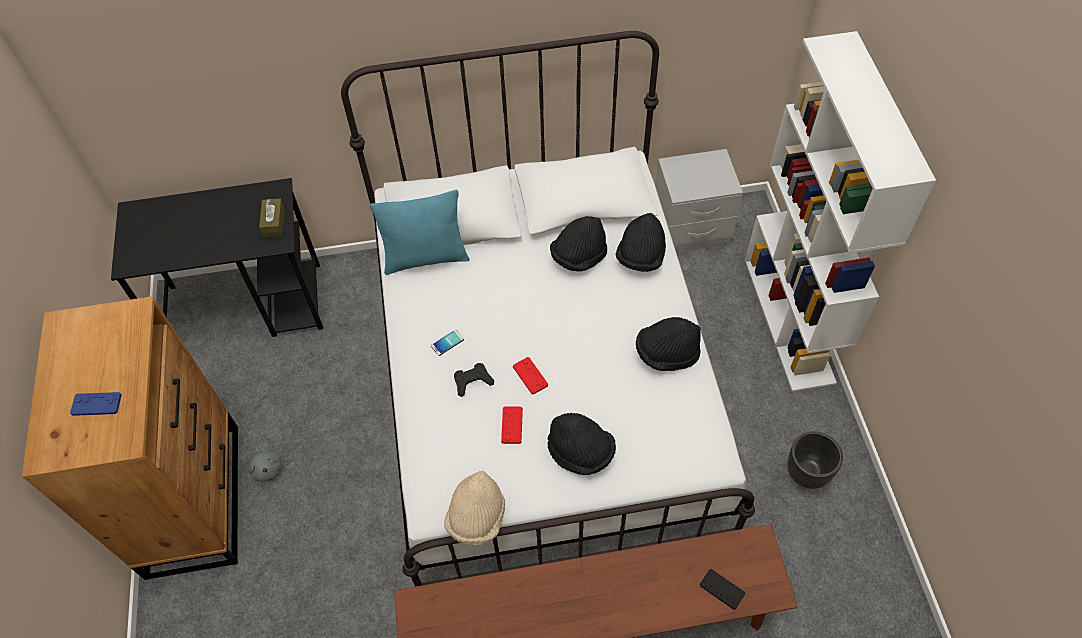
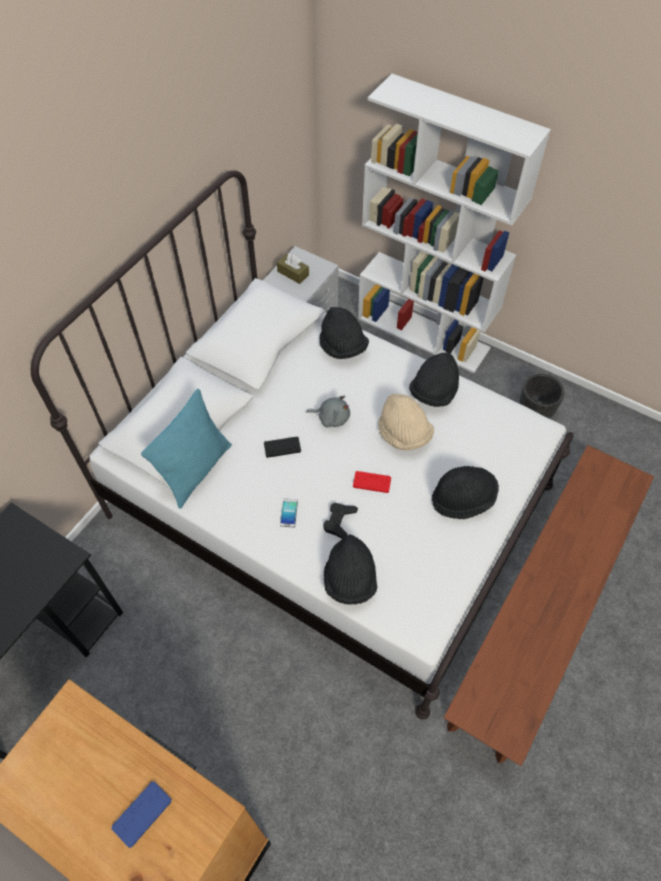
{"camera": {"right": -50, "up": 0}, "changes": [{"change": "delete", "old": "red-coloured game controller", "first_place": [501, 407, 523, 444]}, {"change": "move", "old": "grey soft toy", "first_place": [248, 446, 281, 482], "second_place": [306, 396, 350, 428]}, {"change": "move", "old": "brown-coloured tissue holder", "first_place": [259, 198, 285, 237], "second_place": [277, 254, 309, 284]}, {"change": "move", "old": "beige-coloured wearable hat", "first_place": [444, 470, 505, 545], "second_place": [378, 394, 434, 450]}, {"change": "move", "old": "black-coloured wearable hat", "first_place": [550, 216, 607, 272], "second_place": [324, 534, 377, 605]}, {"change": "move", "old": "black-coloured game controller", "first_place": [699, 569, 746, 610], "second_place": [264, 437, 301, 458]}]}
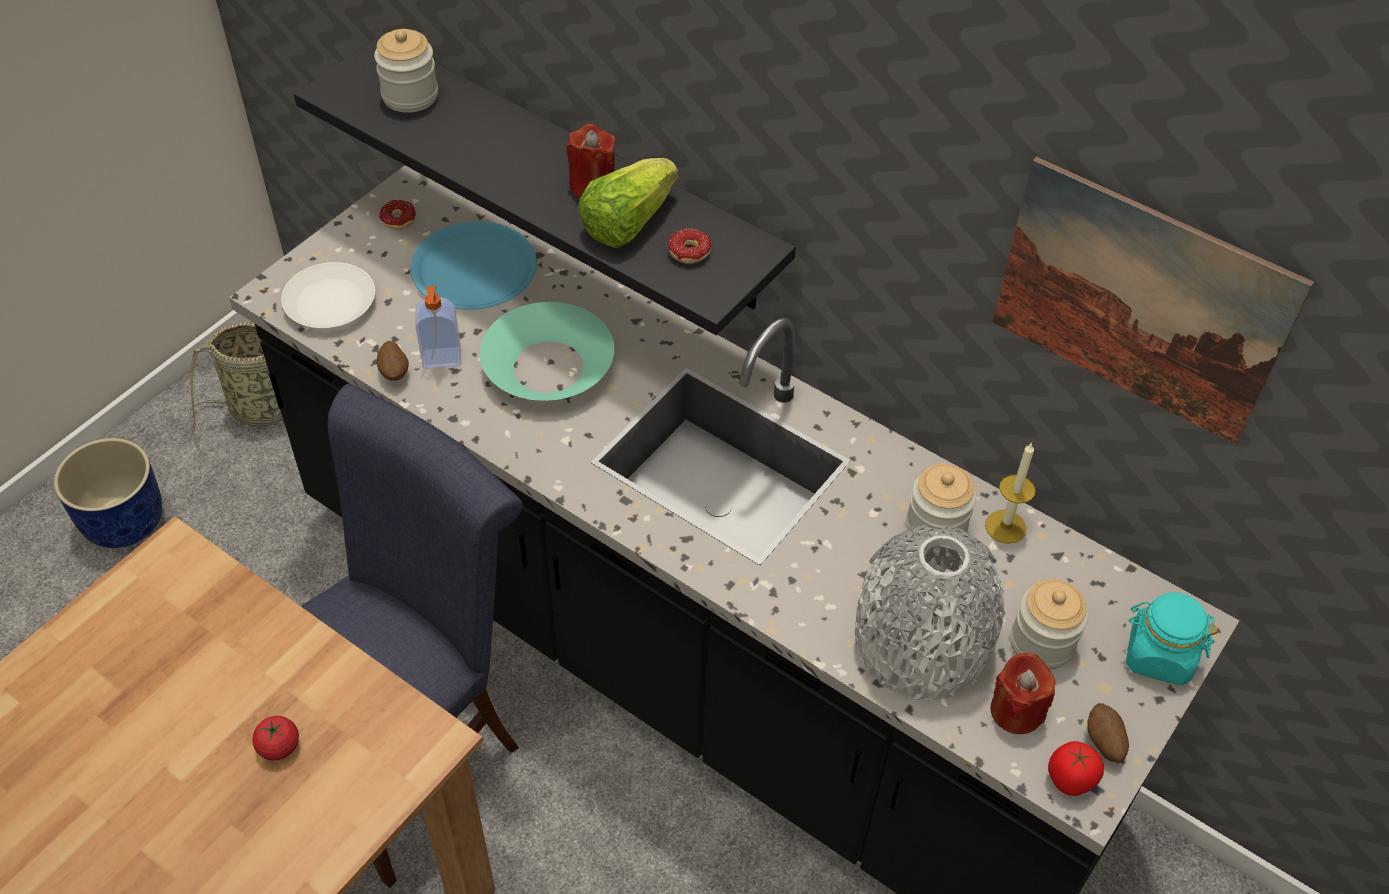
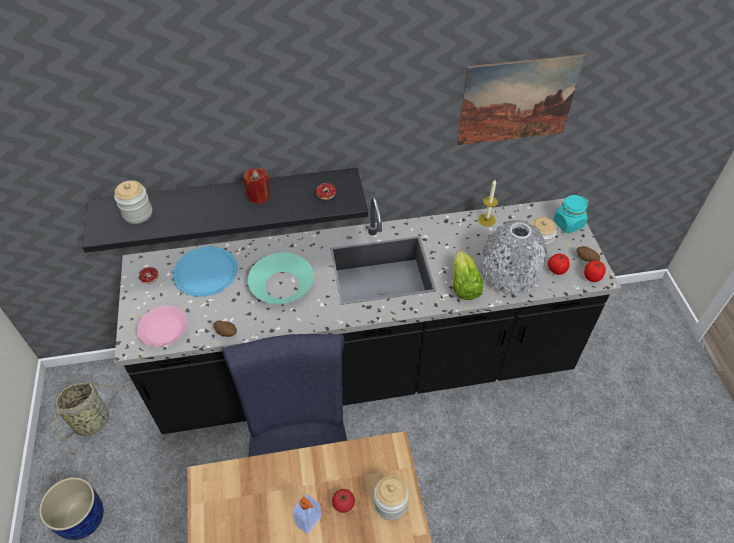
{"camera": {"right": -45, "up": 0}, "changes": [{"change": "move", "old": "soap dispenser", "first_place": [416, 286, 461, 369], "second_place": [293, 494, 322, 534]}, {"change": "move", "old": "lettuce", "first_place": [578, 158, 678, 248], "second_place": [452, 251, 483, 300]}, {"change": "move", "old": "jar", "first_place": [906, 464, 977, 551], "second_place": [374, 476, 409, 520]}, {"change": "replace", "old": "red-coloured wax light", "new": "tomato", "first_place": [991, 653, 1055, 734], "second_place": [548, 253, 570, 275]}, {"change": "recolor", "old": "white-coloured flat dish", "new": "pink-coloured flat dish", "first_place": [281, 262, 375, 328], "second_place": [137, 306, 188, 347]}]}
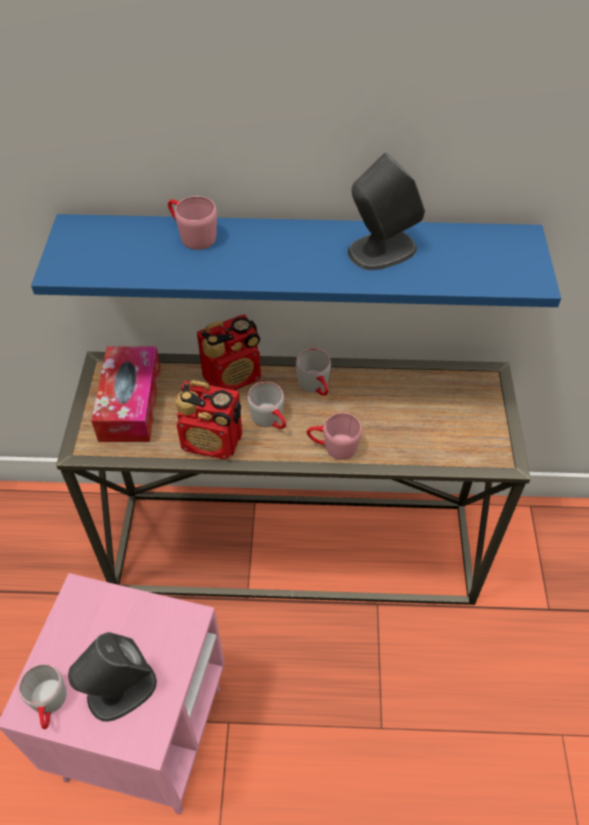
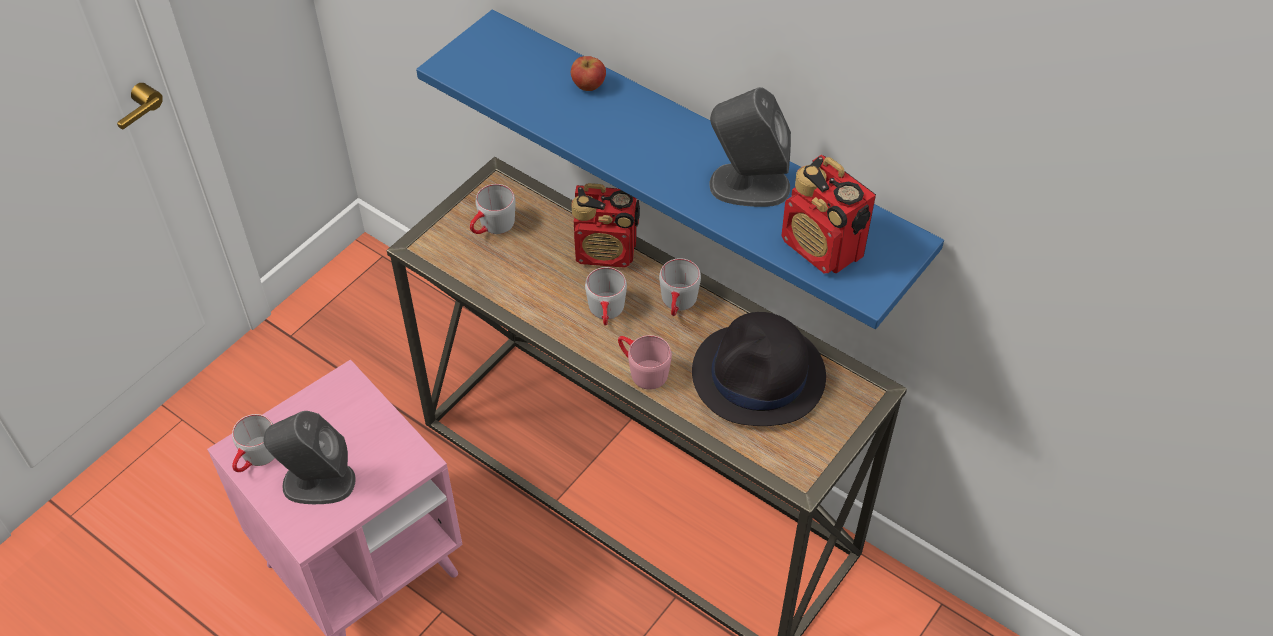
{"camera": {"right": 35, "up": 0}, "changes": [{"change": "insert", "new": "black-coloured wearable hat", "second_place": [692, 312, 826, 426]}, {"change": "move", "old": "radio receiver", "first_place": [175, 380, 242, 460], "second_place": [781, 155, 876, 273]}, {"change": "replace", "old": "tissue holder", "new": "grey coffee mug", "first_place": [91, 346, 161, 442], "second_place": [470, 184, 516, 234]}, {"change": "replace", "old": "pink-coloured coffee mug", "new": "apple", "first_place": [168, 196, 217, 250], "second_place": [571, 56, 606, 91]}]}
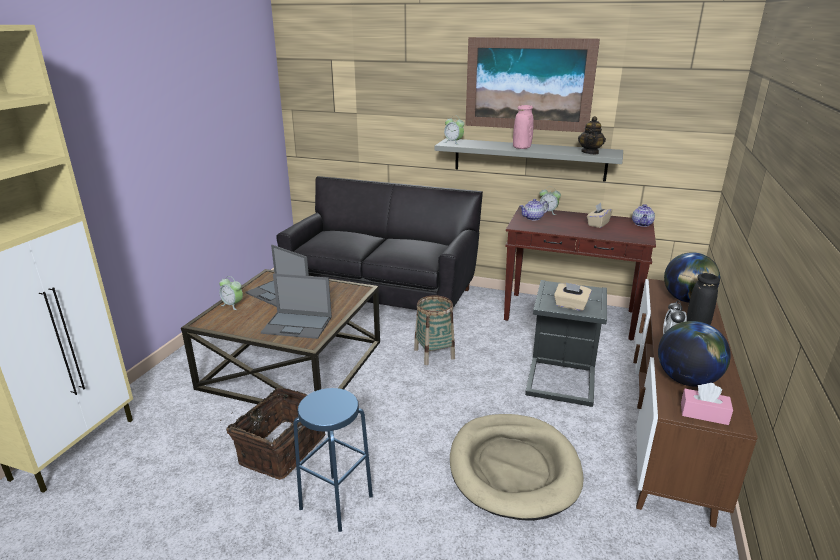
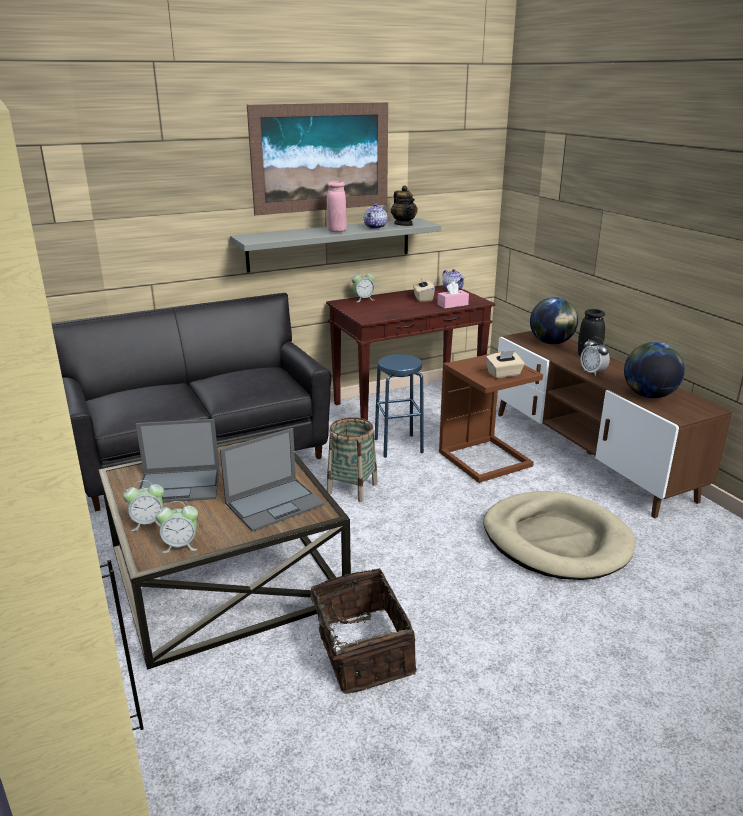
{"camera": {"right": -45, "up": 0}, "changes": [{"change": "move", "old": "blue-coloured stool", "first_place": [293, 388, 373, 532], "second_place": [374, 354, 424, 458]}, {"change": "move", "old": "bedside clock", "first_place": [444, 115, 464, 145], "second_place": [155, 501, 198, 553]}, {"change": "move", "old": "teapot", "first_place": [520, 199, 549, 221], "second_place": [364, 203, 387, 229]}, {"change": "move", "old": "pink-coloured tissue holder", "first_place": [681, 383, 733, 425], "second_place": [437, 281, 469, 309]}, {"change": "recolor", "old": "grey side table", "new": "brown-coloured side table", "first_place": [525, 280, 607, 407], "second_place": [439, 352, 543, 483]}]}
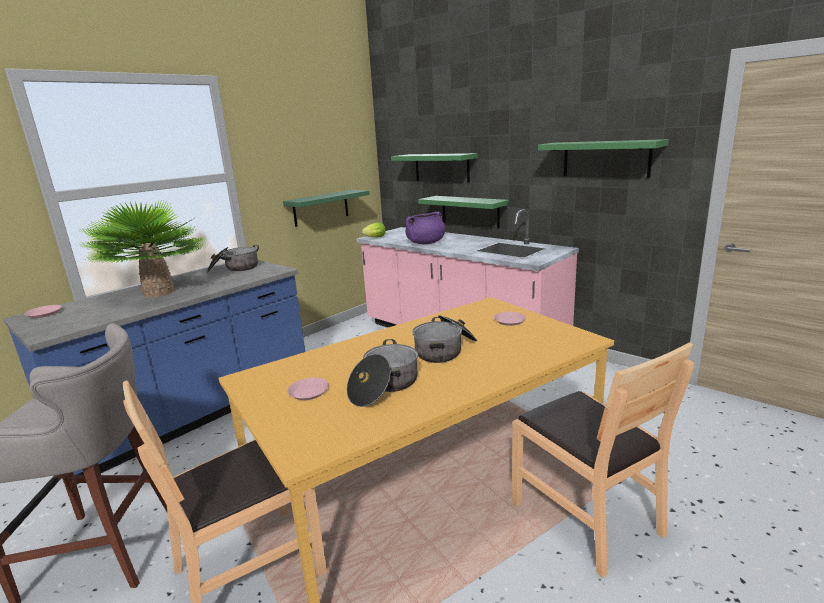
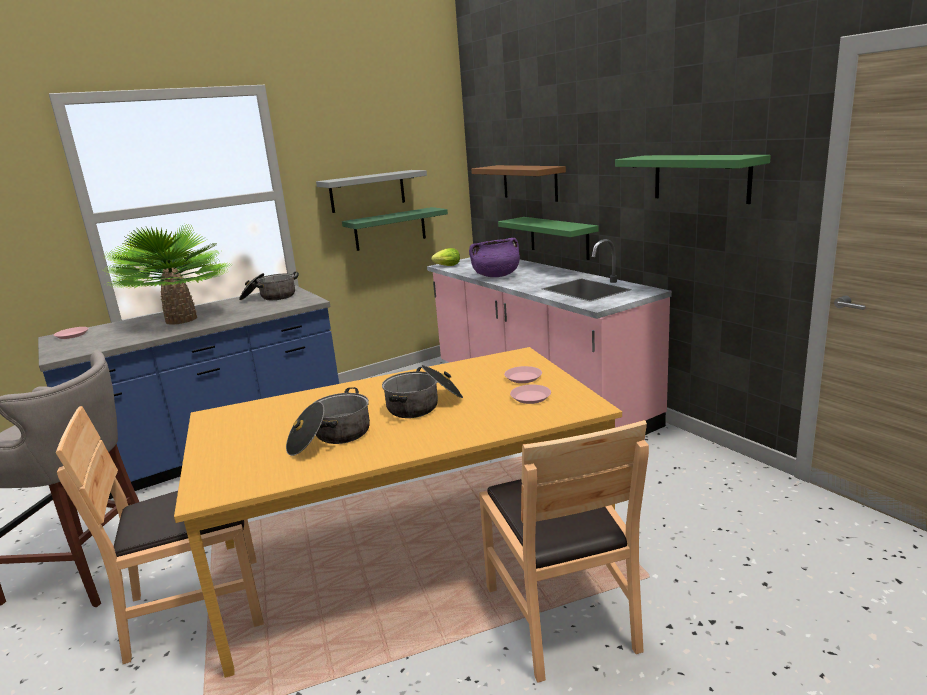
{"camera": {"right": 15, "up": 0}, "changes": [{"change": "insert", "new": "grey shelf", "second_place": [316, 170, 427, 213]}, {"change": "move", "old": "pink-coloured flat dish", "first_place": [287, 378, 329, 400], "second_place": [510, 385, 551, 404]}, {"change": "recolor", "old": "greenish shelf", "new": "brown-coloured shelf", "first_place": [391, 153, 478, 182], "second_place": [471, 165, 566, 202]}]}
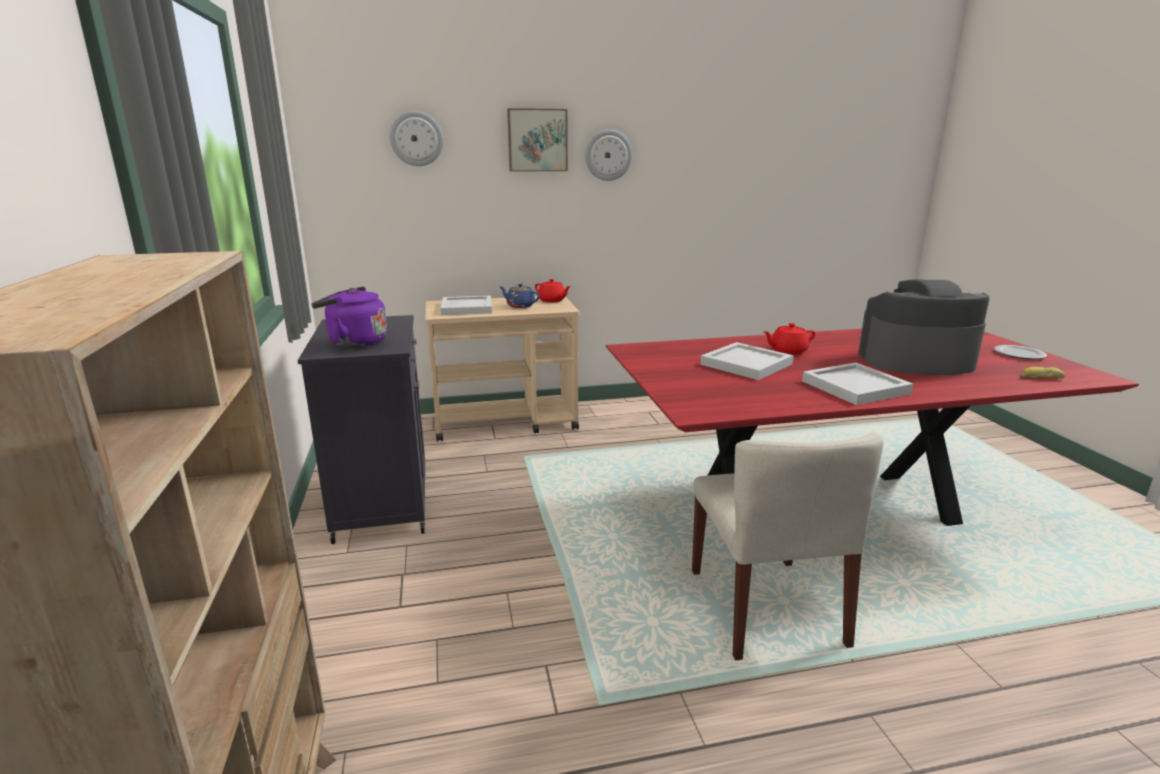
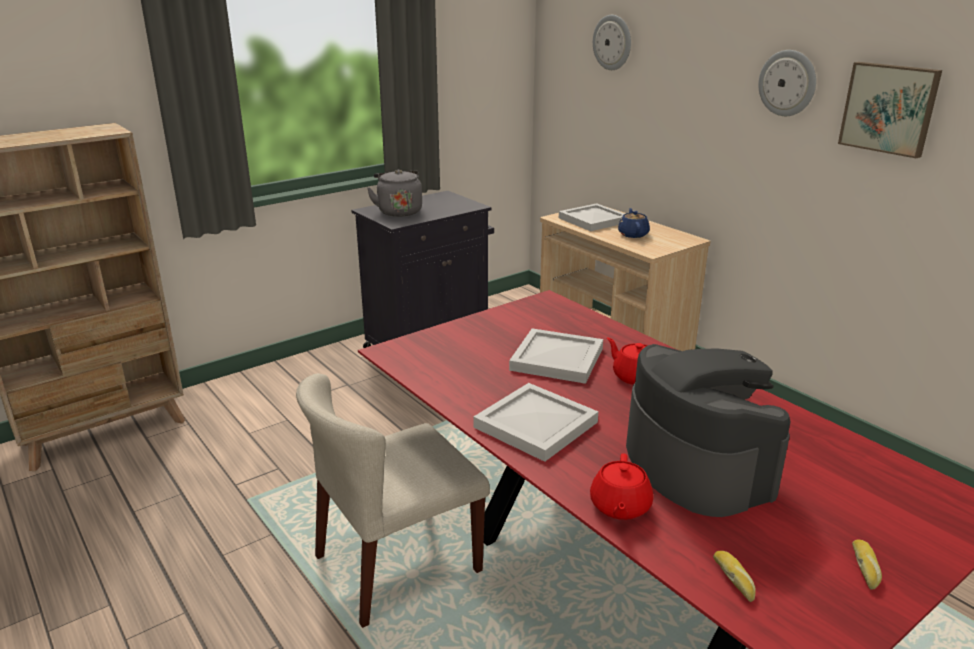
{"camera": {"right": 65, "up": 5}, "changes": [{"change": "move", "old": "picture", "first_place": [507, 108, 568, 172], "second_place": [838, 62, 942, 158]}, {"change": "move", "old": "red-coloured teapot", "first_place": [535, 279, 571, 303], "second_place": [590, 453, 653, 520]}, {"change": "replace", "old": "flat dish", "new": "bread", "first_place": [994, 345, 1047, 359], "second_place": [852, 539, 882, 590]}, {"change": "recolor", "old": "purplish water kettle", "new": "grey water kettle", "first_place": [311, 287, 387, 348], "second_place": [367, 169, 422, 217]}]}
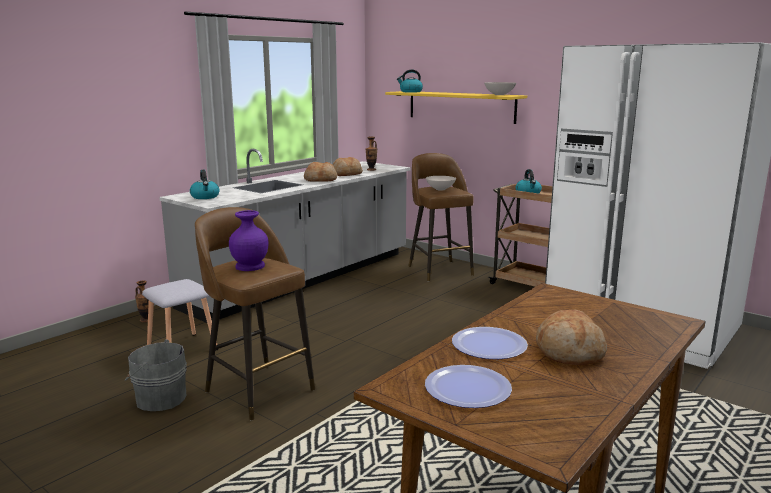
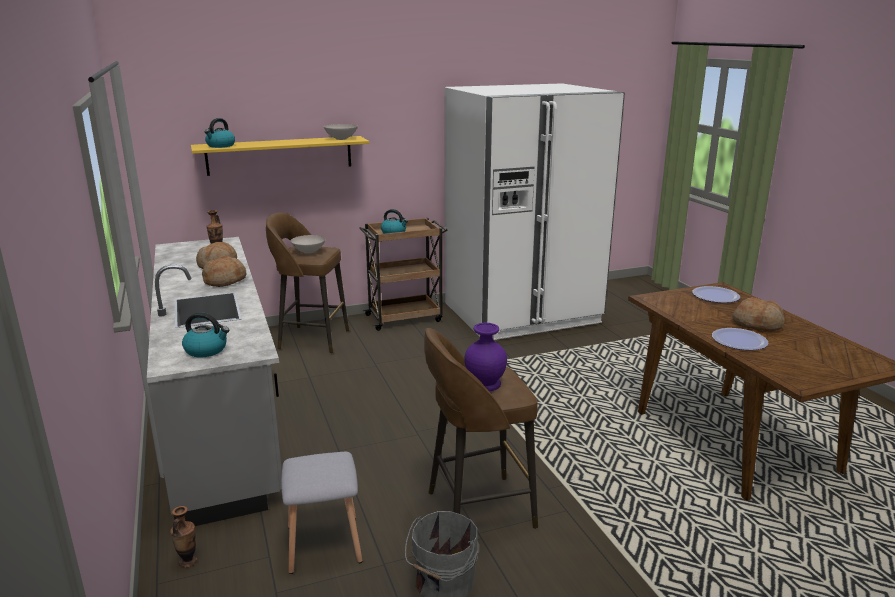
{"camera": {"right": -60, "up": 5}, "changes": [{"change": "move", "old": "flat dish", "first_place": [425, 365, 512, 408], "second_place": [692, 286, 740, 303]}]}
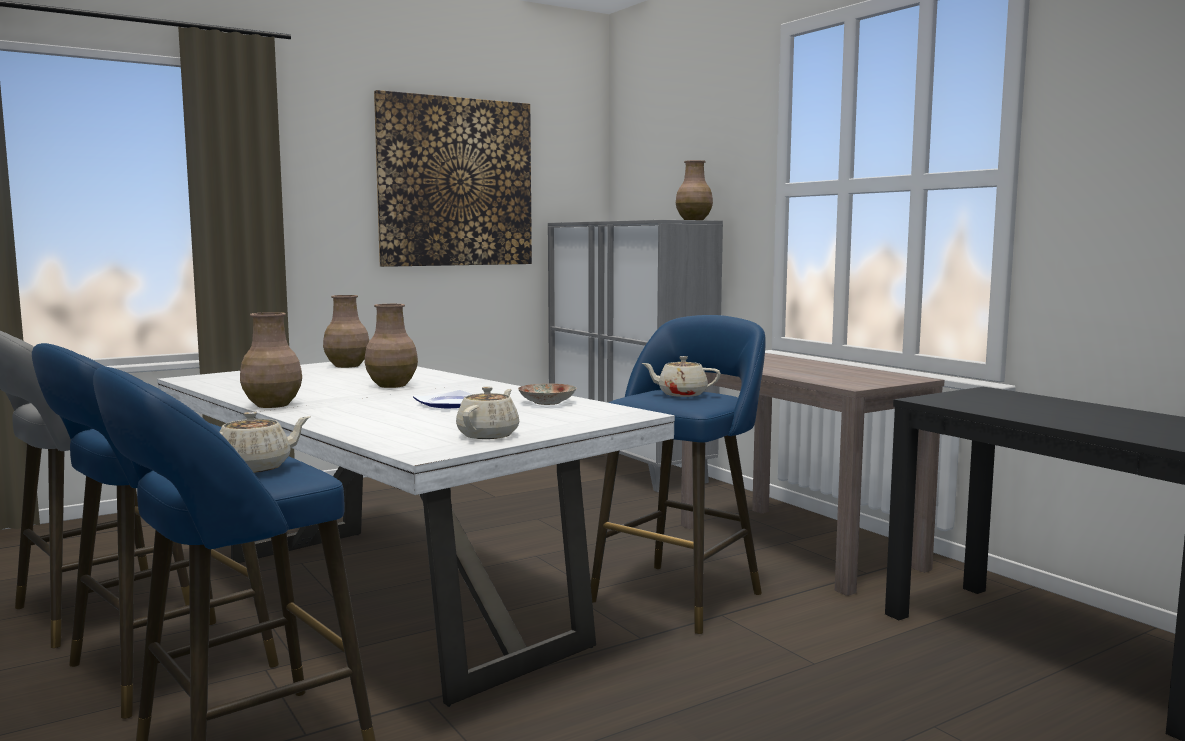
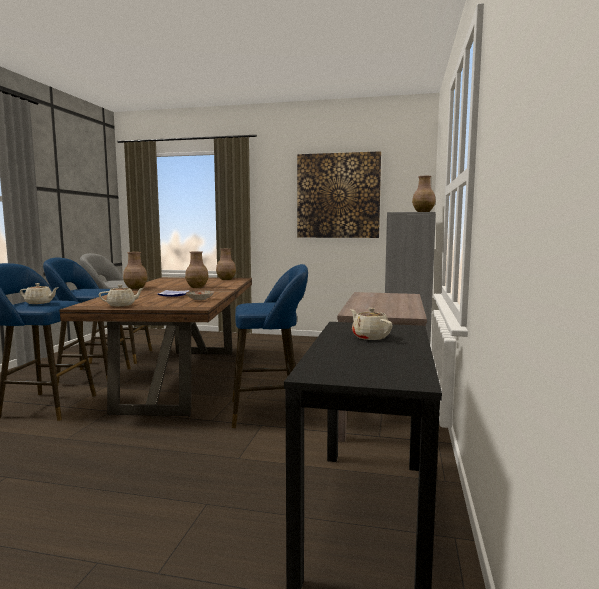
{"camera": {"right": 45, "up": 0}, "changes": [{"change": "move", "old": "beige-coloured teapot", "first_place": [642, 356, 721, 397], "second_place": [350, 308, 393, 340]}, {"change": "recolor", "old": "white-coloured kitchen table", "new": "brown-coloured kitchen table", "first_place": [157, 360, 675, 707], "second_place": [59, 277, 252, 417]}]}
